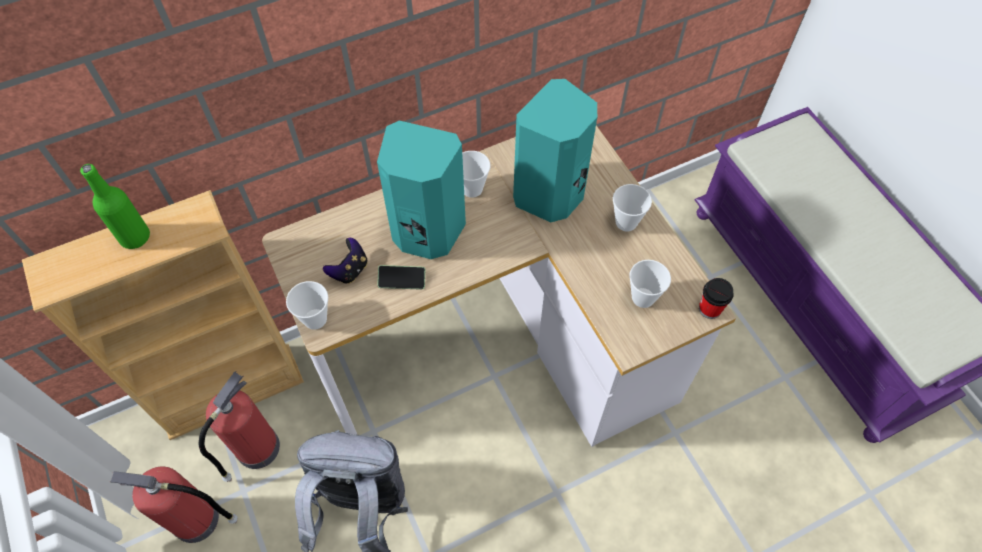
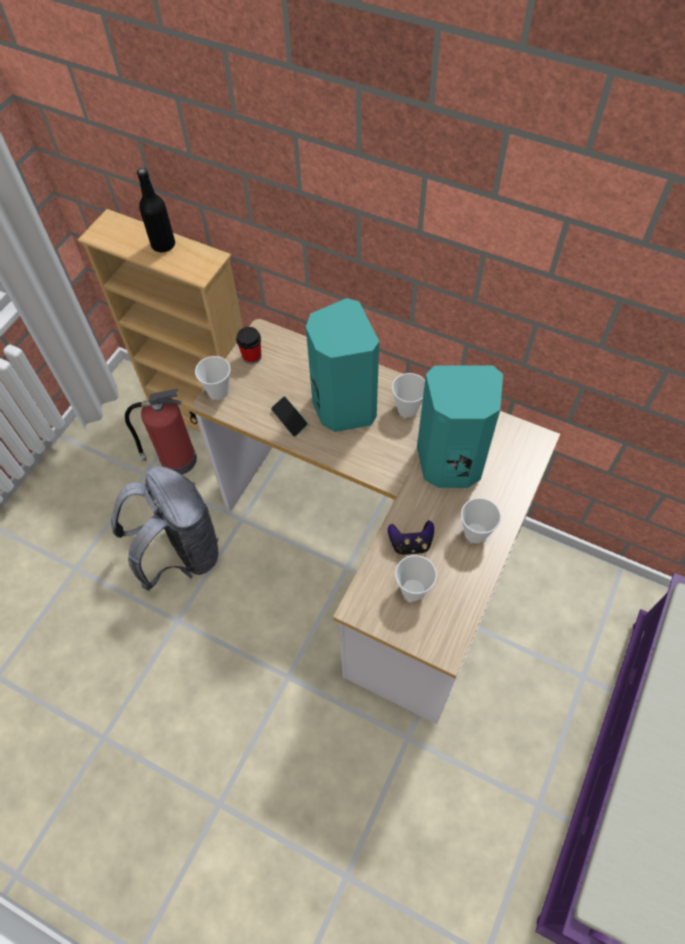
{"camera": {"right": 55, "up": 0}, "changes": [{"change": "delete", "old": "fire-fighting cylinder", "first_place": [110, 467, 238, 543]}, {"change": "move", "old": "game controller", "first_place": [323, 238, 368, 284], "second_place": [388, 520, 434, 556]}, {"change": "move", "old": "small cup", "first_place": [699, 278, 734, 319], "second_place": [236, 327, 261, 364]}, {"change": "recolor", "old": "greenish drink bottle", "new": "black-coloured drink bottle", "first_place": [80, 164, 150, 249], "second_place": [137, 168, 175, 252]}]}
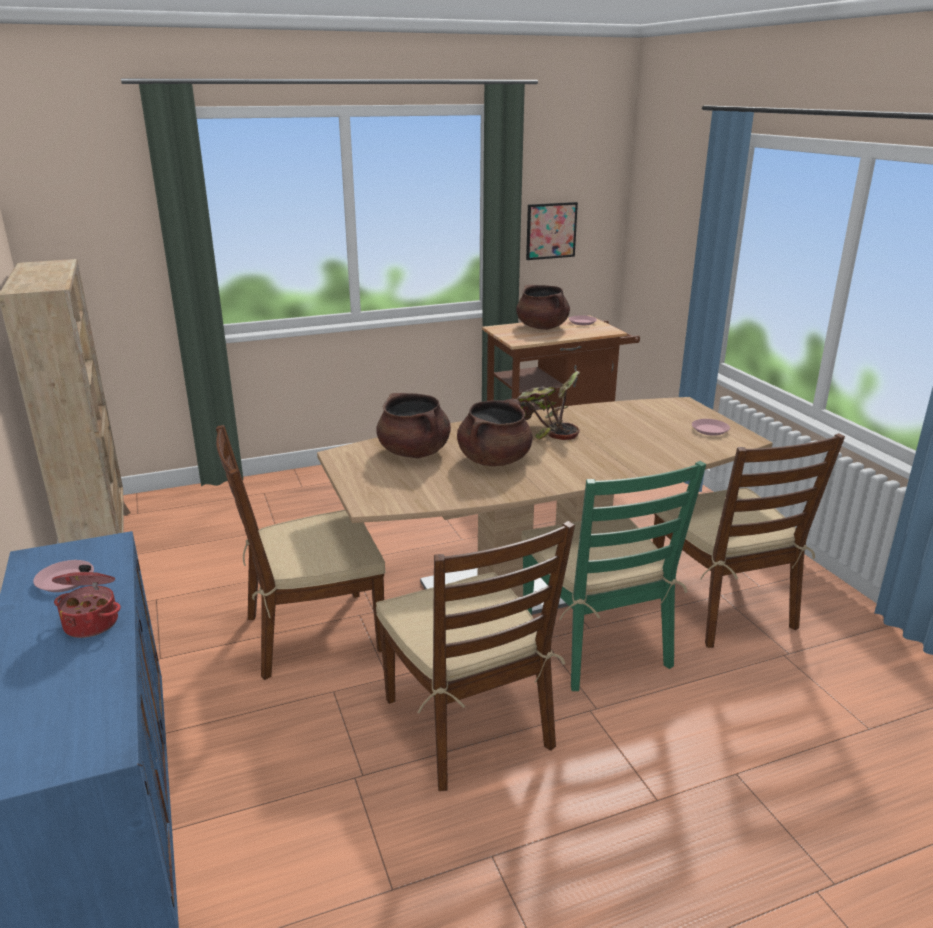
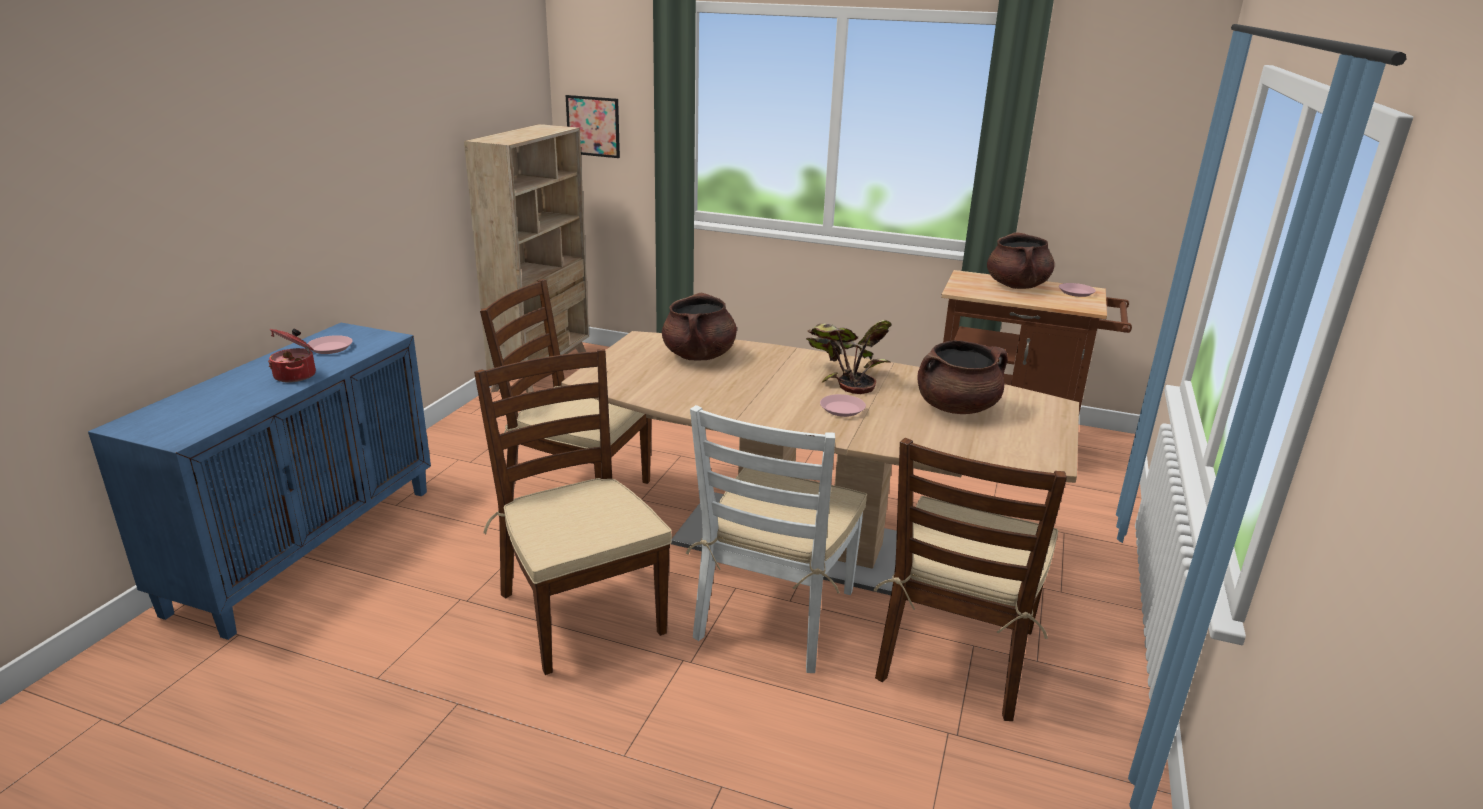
{"camera": {"right": 40, "up": 0}, "changes": [{"change": "move", "old": "brown-coloured cooking pot", "first_place": [457, 399, 533, 466], "second_place": [918, 340, 1007, 414]}, {"change": "move", "old": "picture", "first_place": [526, 202, 578, 260], "second_place": [566, 95, 620, 158]}, {"change": "move", "old": "pink-coloured flat dish", "first_place": [692, 419, 730, 436], "second_place": [820, 394, 866, 417]}, {"change": "recolor", "old": "greenish plain chair", "new": "white-coloured plain chair", "first_place": [521, 461, 706, 691], "second_place": [686, 405, 867, 673]}, {"change": "rotate", "old": "brown-coloured plain chair", "first_place": [376, 521, 575, 791], "second_place": [474, 349, 672, 675], "degrees": 135}]}
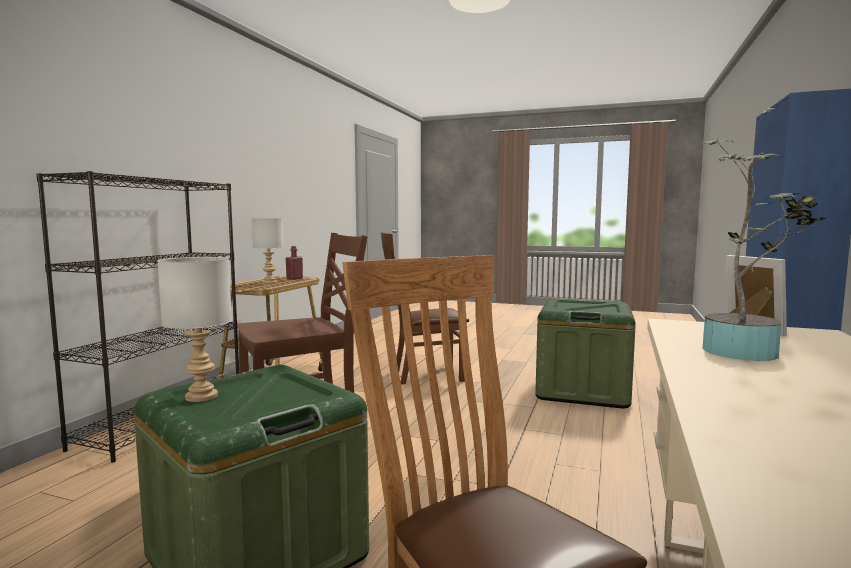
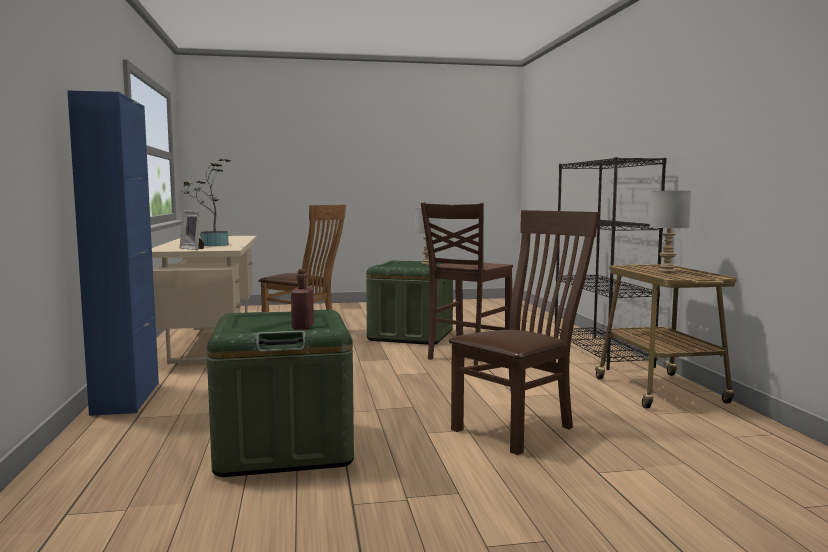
{"camera": {"right": 150, "up": 0}, "changes": [{"change": "move", "old": "red-coloured drink bottle", "first_place": [286, 246, 303, 280], "second_place": [291, 269, 314, 330]}]}
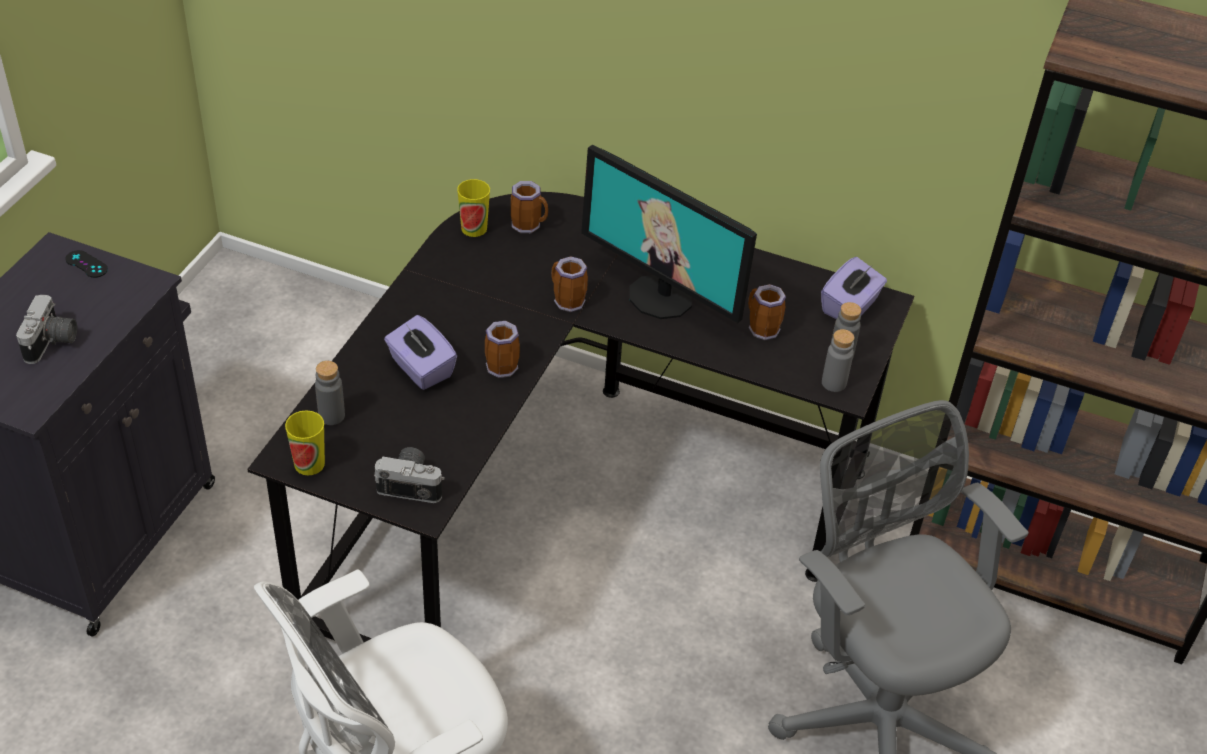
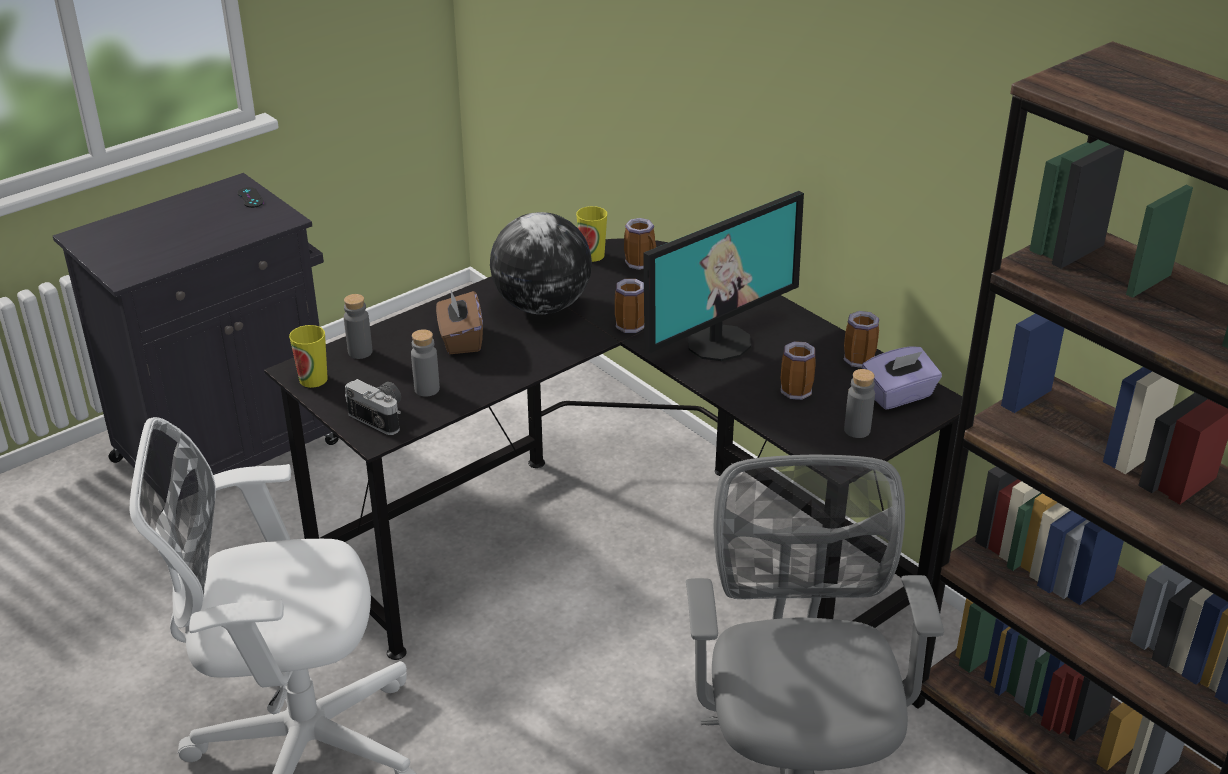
{"camera": {"right": 30, "up": -10}, "changes": [{"change": "delete", "old": "still camera", "first_place": [16, 295, 77, 364]}, {"change": "insert", "new": "world globe", "second_place": [490, 212, 592, 314]}, {"change": "move", "old": "coffee mug", "first_place": [485, 321, 520, 378], "second_place": [844, 311, 879, 368]}, {"change": "move", "old": "grey drink bottle", "first_place": [822, 329, 854, 392], "second_place": [411, 329, 440, 396]}, {"change": "recolor", "old": "purplish tissue holder", "new": "brown-coloured tissue holder", "first_place": [384, 315, 457, 390], "second_place": [436, 290, 483, 354]}, {"change": "rotate", "old": "monitor", "first_place": [581, 145, 757, 323], "second_place": [643, 191, 804, 361], "degrees": -105}]}
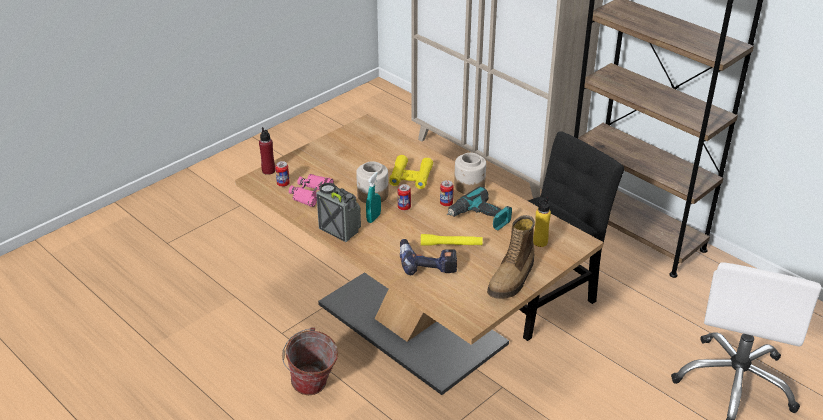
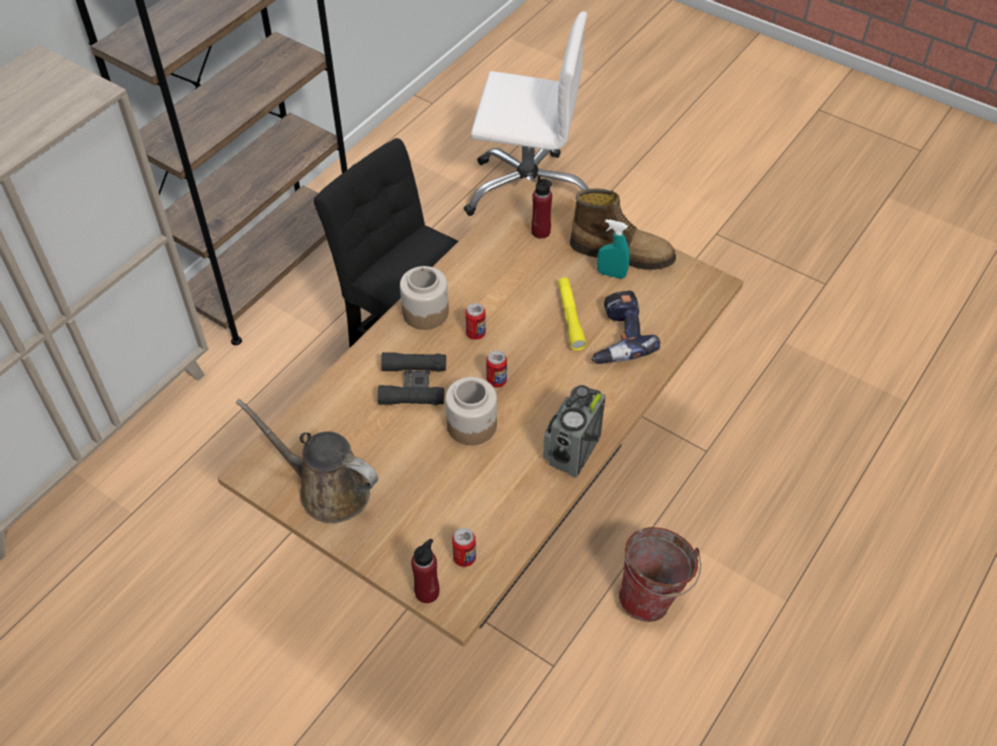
{"camera": {"right": -100, "up": 15}, "changes": [{"change": "delete", "old": "pink-coloured binoculars", "first_place": [289, 174, 334, 207]}, {"change": "delete", "old": "power drill", "first_place": [447, 187, 512, 230]}, {"change": "insert", "new": "brown-coloured watering pot", "second_place": [236, 399, 378, 523]}, {"change": "move", "old": "turquoise-coloured sprayer", "first_place": [366, 172, 381, 223], "second_place": [597, 219, 630, 279]}, {"change": "recolor", "old": "yellowish binoculars", "new": "black-coloured binoculars", "first_place": [389, 155, 433, 189], "second_place": [378, 352, 446, 405]}, {"change": "recolor", "old": "yellowish drink bottle", "new": "red-coloured drink bottle", "first_place": [533, 197, 551, 247], "second_place": [531, 175, 552, 239]}]}
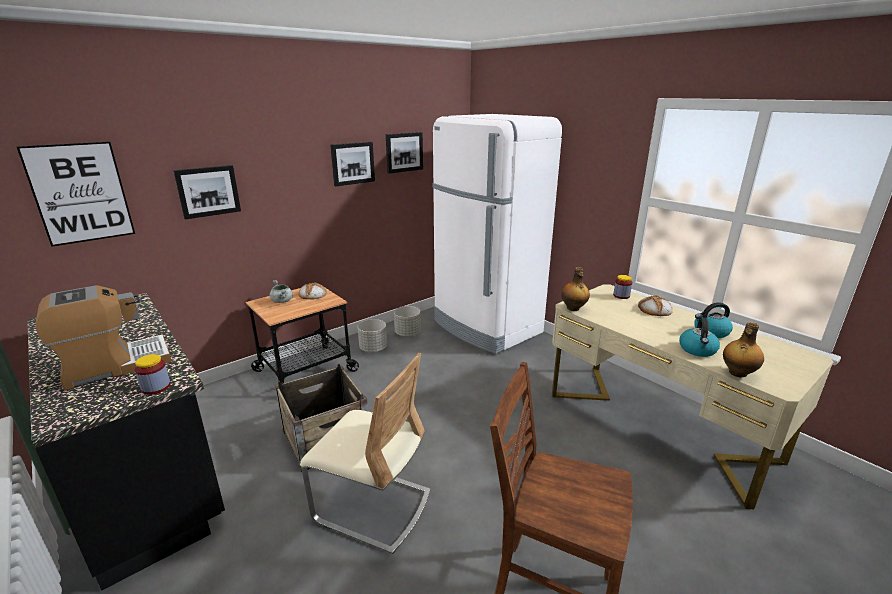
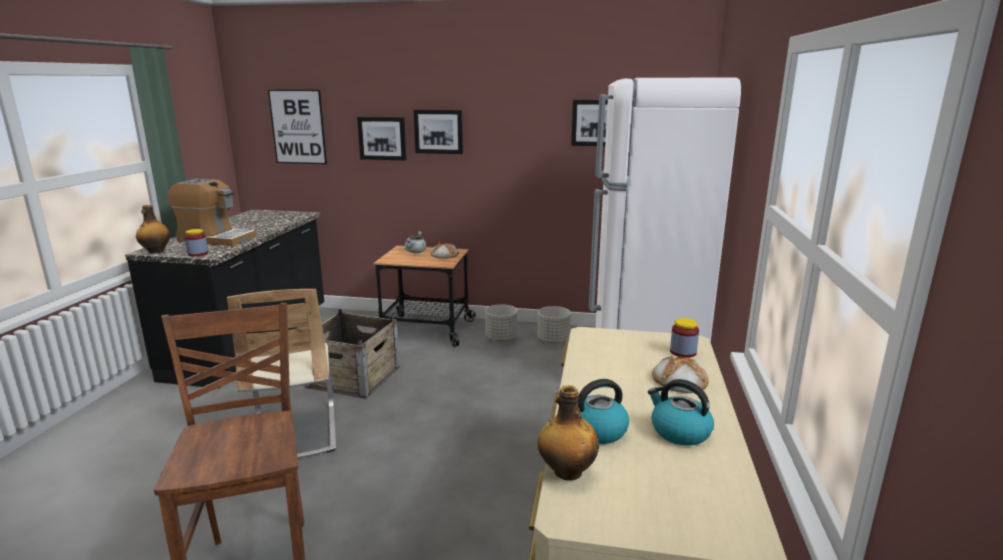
{"camera": {"right": 50, "up": -5}, "changes": [{"change": "move", "old": "picture", "first_place": [330, 142, 375, 186], "second_place": [414, 110, 463, 154]}, {"change": "move", "old": "drink bottle", "first_place": [561, 267, 590, 311], "second_place": [136, 205, 170, 254]}]}
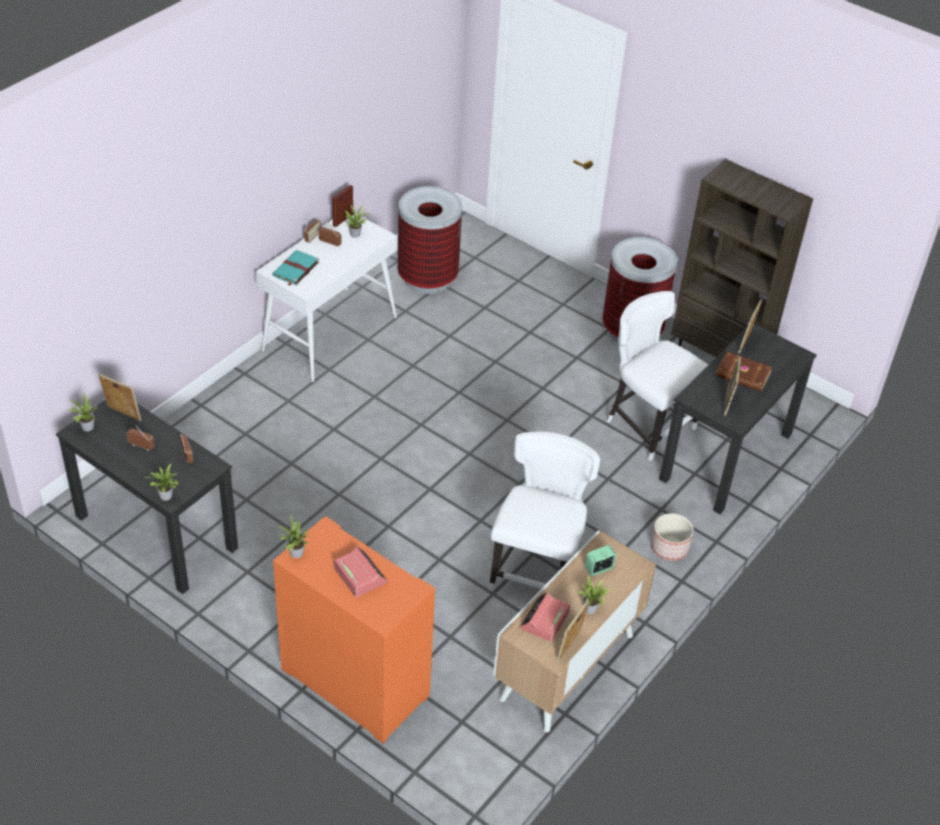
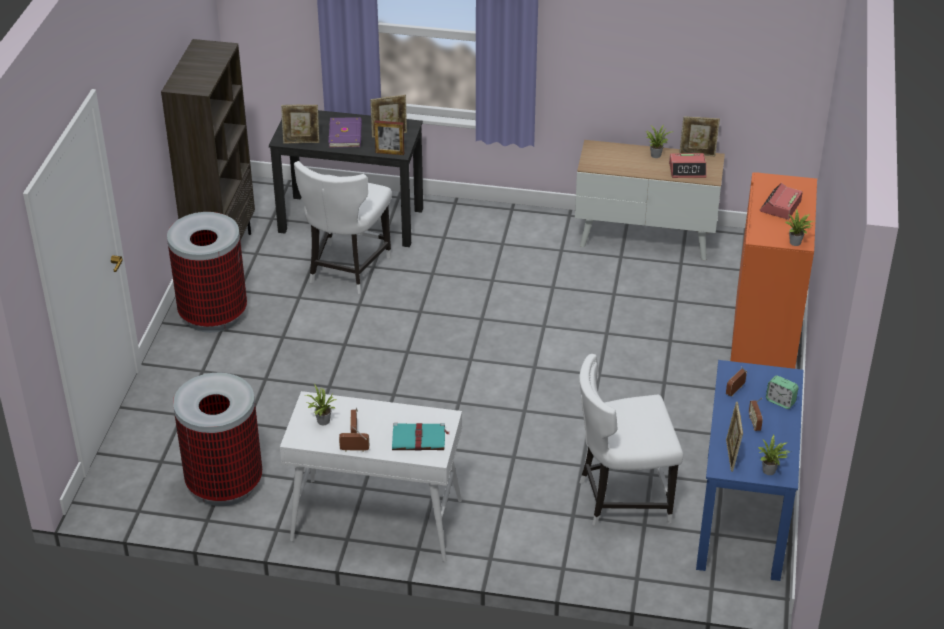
{"camera": {"right": -115, "up": -5}, "changes": [{"change": "delete", "old": "houseplant", "first_place": [145, 464, 178, 501]}, {"change": "delete", "old": "planter", "first_place": [651, 513, 694, 561]}, {"change": "move", "old": "standing frame", "first_place": [332, 185, 353, 227], "second_place": [374, 120, 404, 155]}, {"change": "move", "old": "white-coloured plain chair", "first_place": [489, 432, 600, 591], "second_place": [579, 354, 683, 527]}, {"change": "move", "old": "bedside clock", "first_place": [584, 545, 617, 576], "second_place": [766, 375, 798, 409]}, {"change": "recolor", "old": "black-coloured desk unit", "new": "blue-coloured desk unit", "first_place": [56, 399, 238, 594], "second_place": [696, 360, 803, 581]}, {"change": "recolor", "old": "brown-coloured volume", "new": "purplish volume", "first_place": [715, 352, 772, 391], "second_place": [329, 117, 362, 148]}]}
